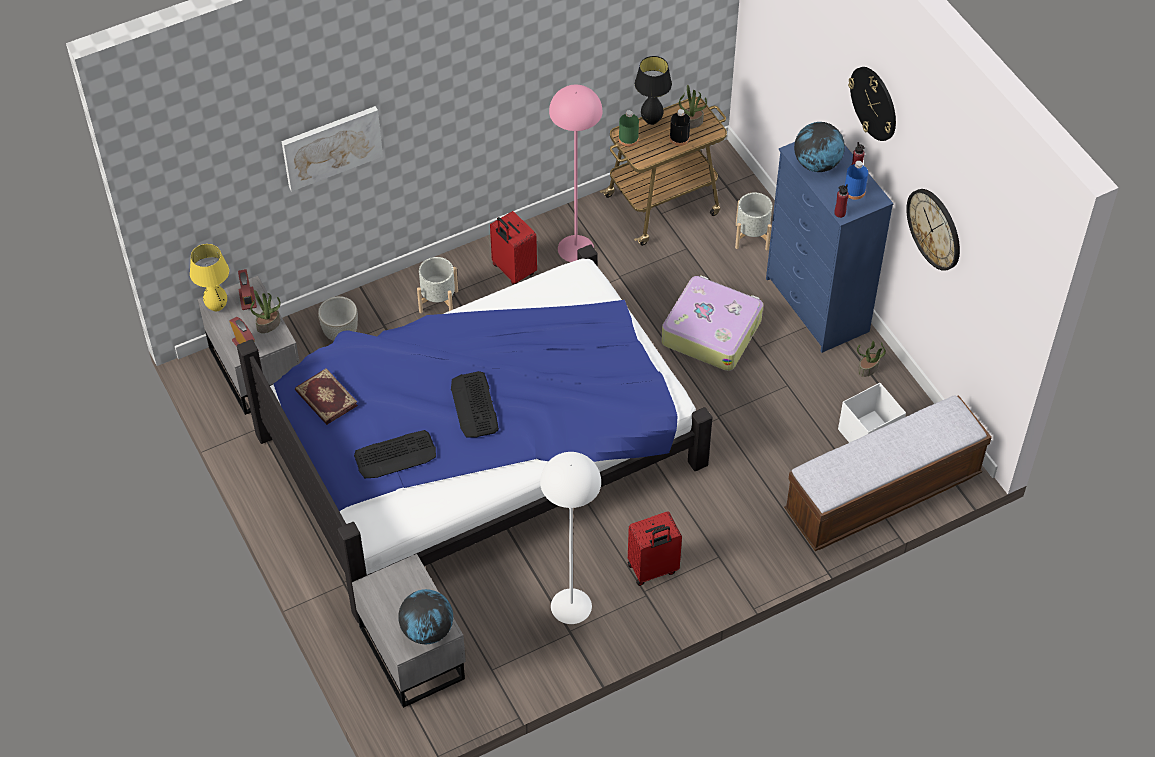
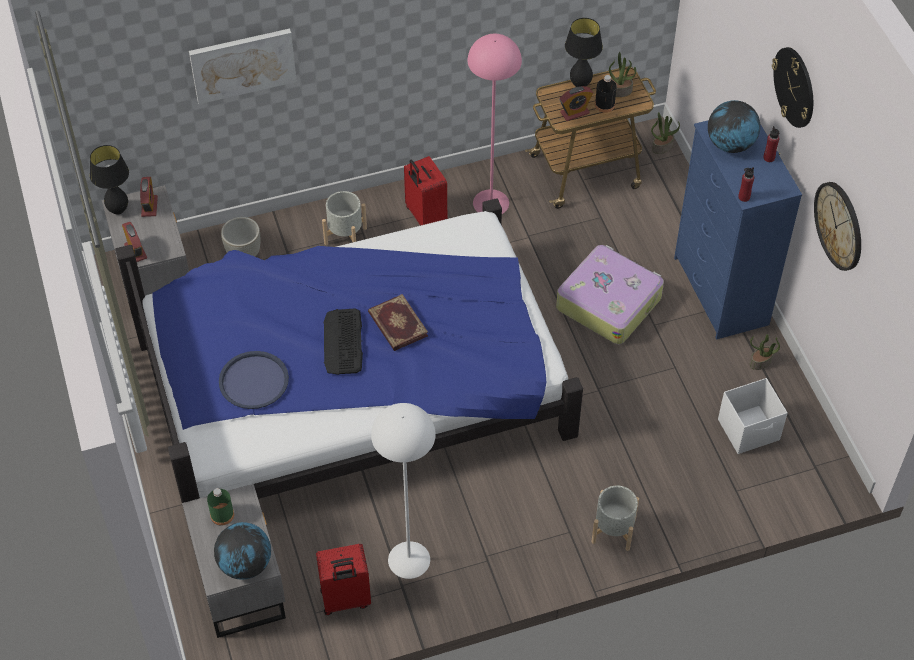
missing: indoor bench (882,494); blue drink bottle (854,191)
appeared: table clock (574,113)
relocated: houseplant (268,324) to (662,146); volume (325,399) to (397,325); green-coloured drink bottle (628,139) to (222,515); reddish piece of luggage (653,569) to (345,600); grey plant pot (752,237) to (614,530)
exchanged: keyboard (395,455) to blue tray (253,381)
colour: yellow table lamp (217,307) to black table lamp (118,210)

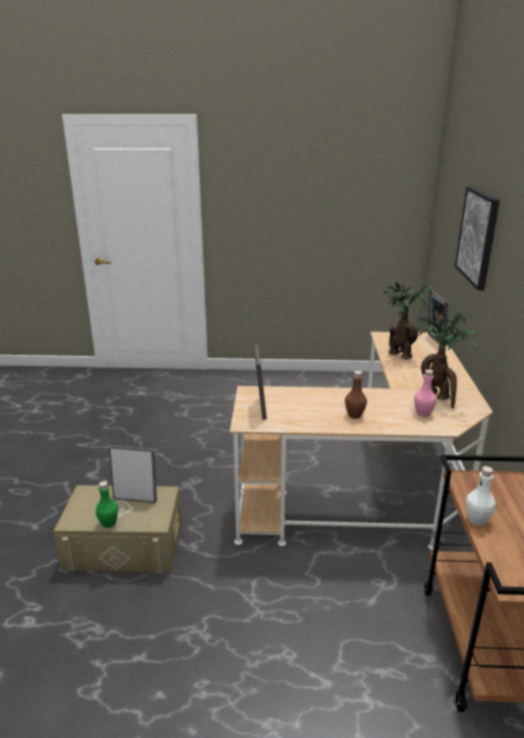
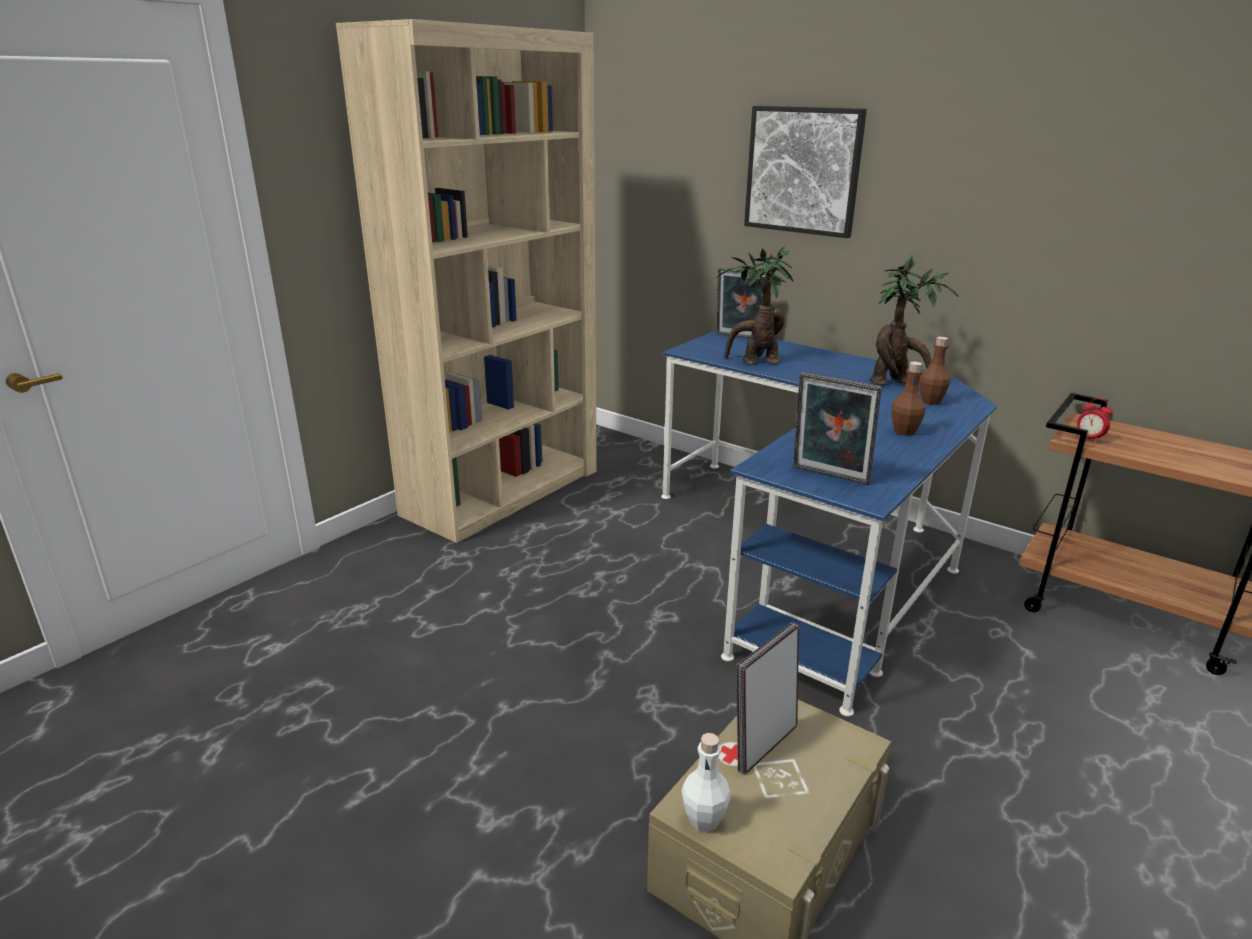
missing: green-coloured drink bottle (108,523)
appeared: beige bookshelf (503,492); table clock (1088,439)
relocated: white-coloured drink bottle (477,520) to (704,820)
colour: beige desk unit (372,489) to blue desk unit (814,556); pinkish drink bottle (423,413) to brown-coloured drink bottle (931,401)

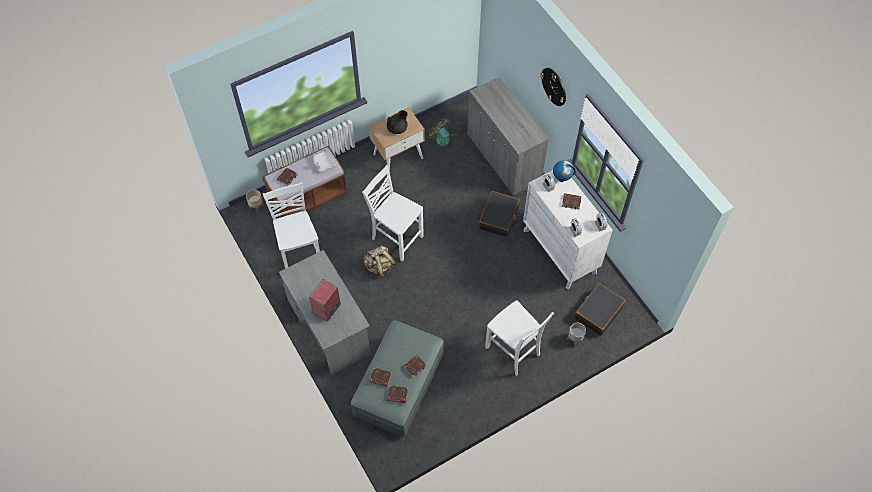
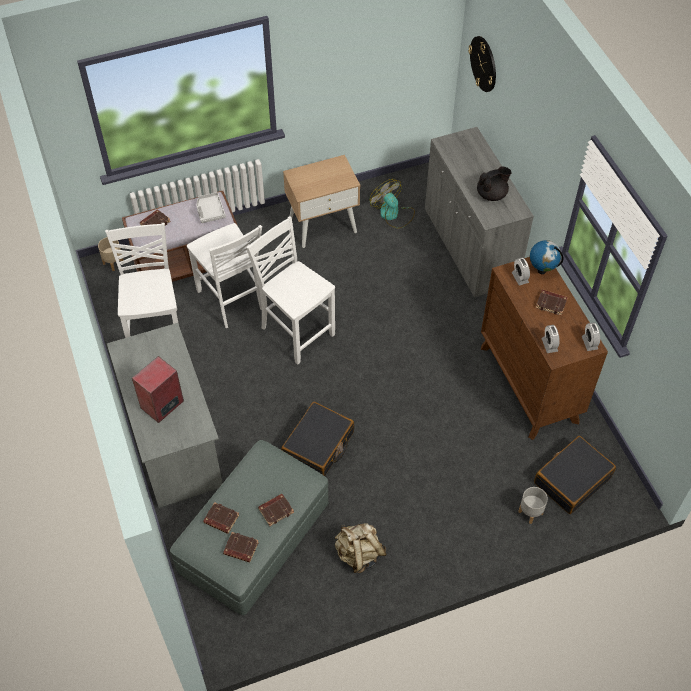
relocated: beige rucksack (379,267) to (359,554); black teapot (397,128) to (492,194); black piece of luggage (499,218) to (318,445); white-coloured chair (513,351) to (232,300); wall clock (554,86) to (483,64)
colour: white-coloured chest of drawers (560,251) to brown-coloured chest of drawers (529,384)

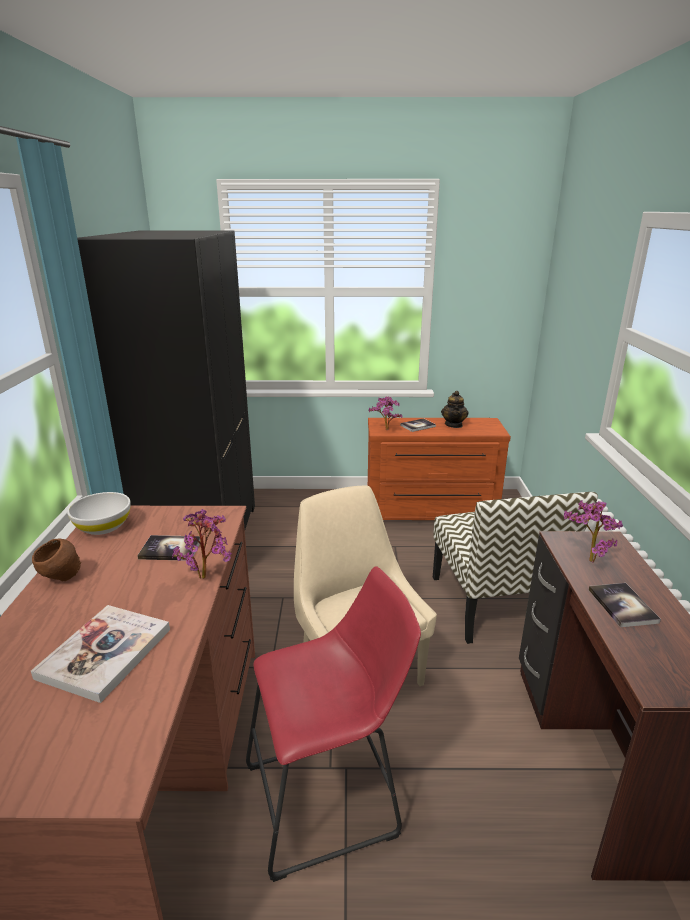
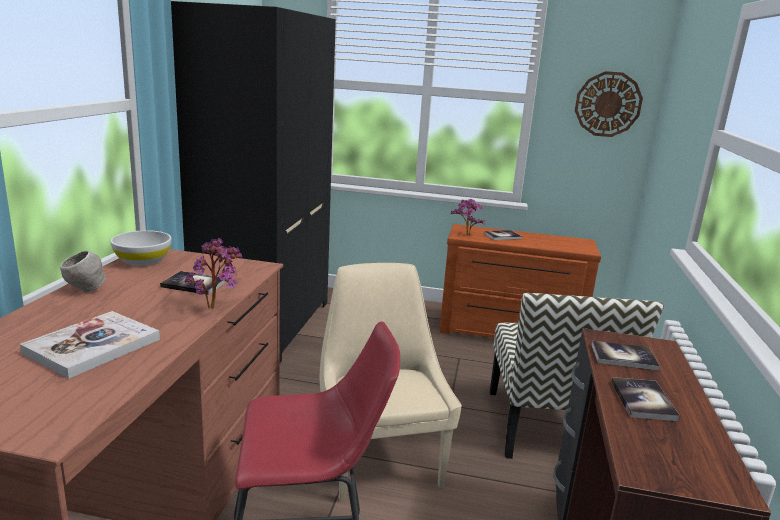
missing: teapot (454,425)
appeared: wall clock (608,104)
exchanged: houseplant (587,559) to volume (623,357)
colour: brown-coloured serving bowl (61,578) to grey serving bowl (85,290)

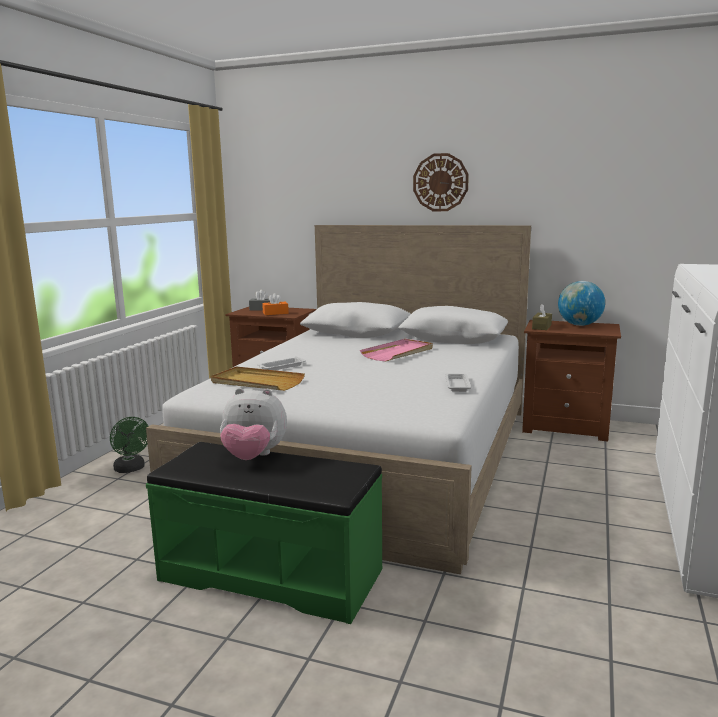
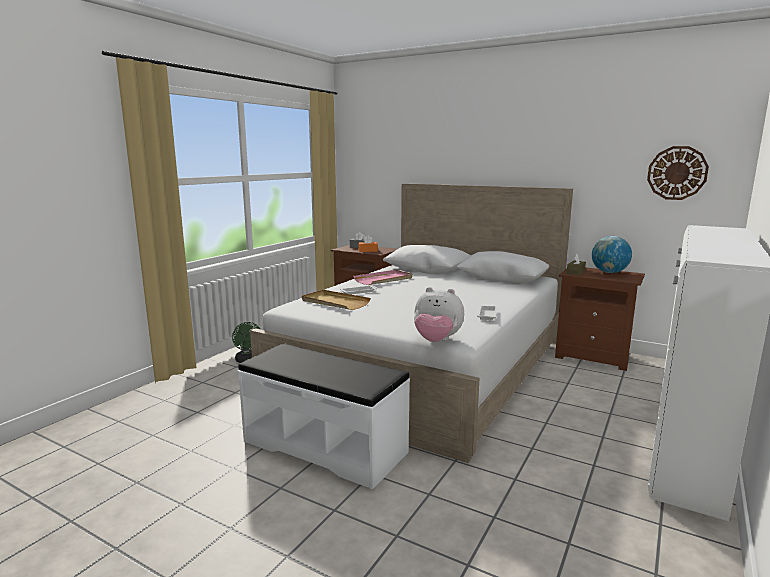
relocated: soft toy (254,457) to (437,341); pinkish tray (398,353) to (384,279); wall clock (440,182) to (677,173)
colour: green-coloured indoor bench (271,574) to white-coloured indoor bench (325,446)

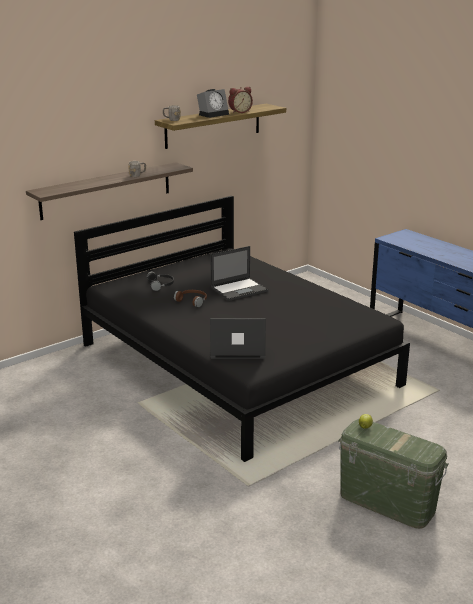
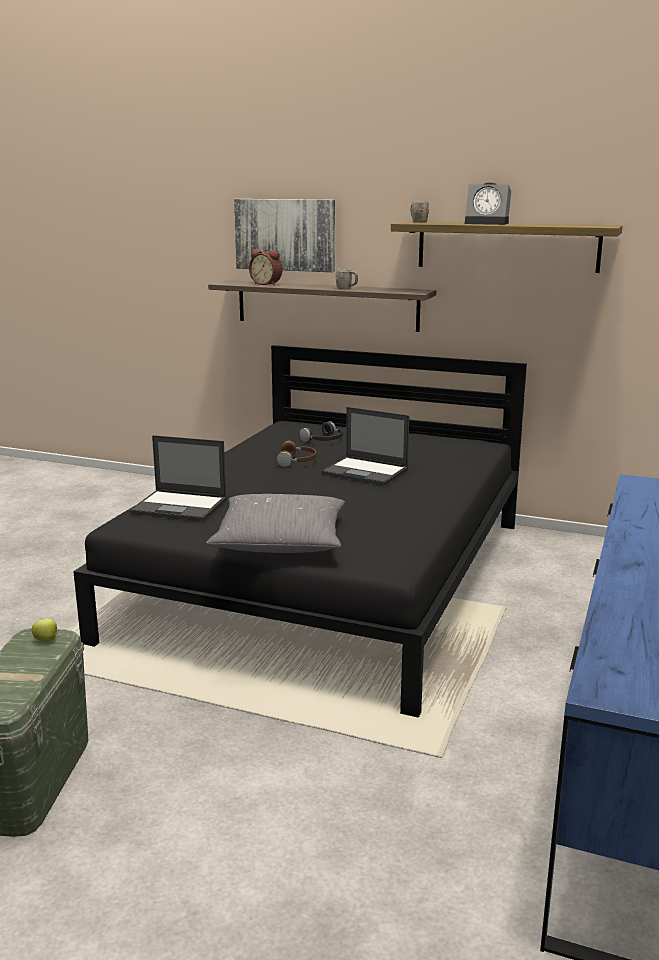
appeared: grey cushion (280,541); wall art (285,235)
relocated: table clock (239,112) to (267,284)
spun: notebook computer (237,349) = (180,506) 135 degrees clockwise

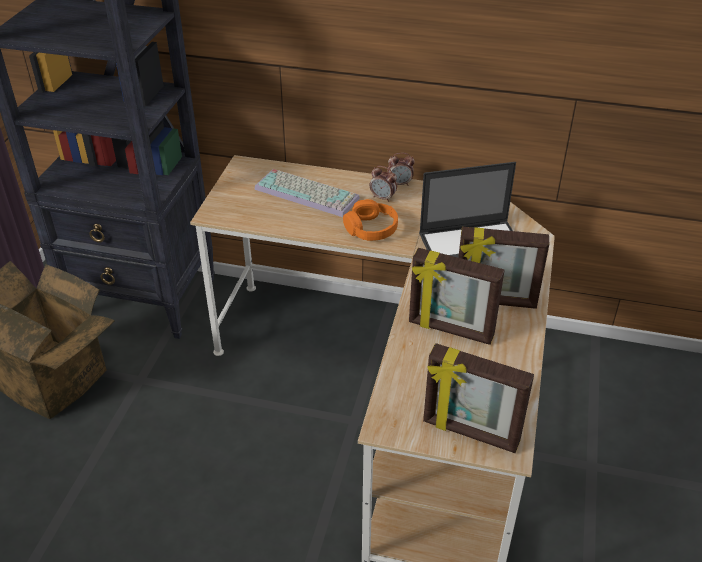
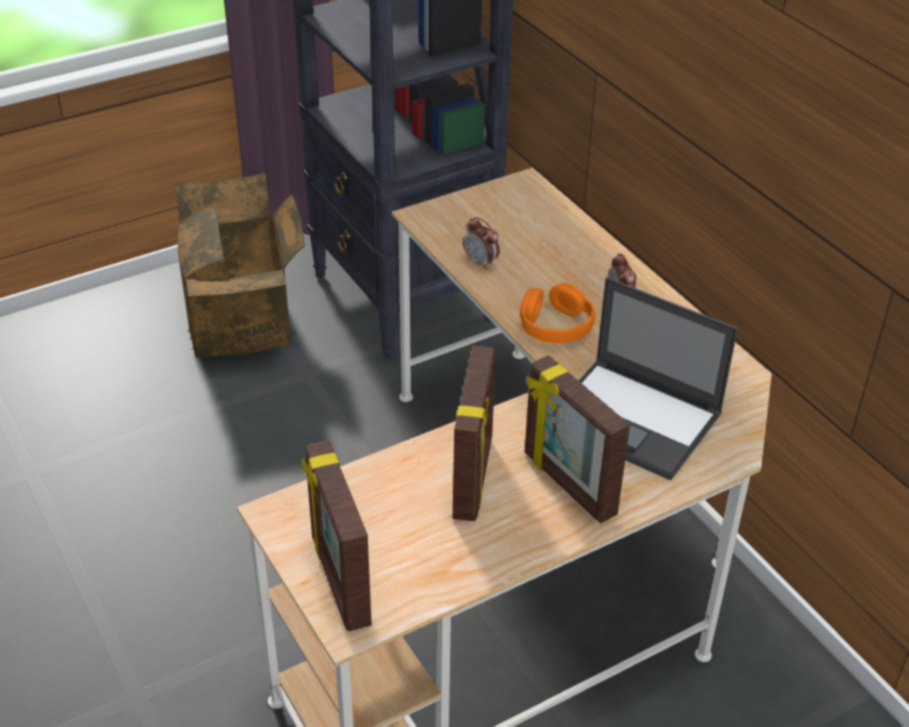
missing: keyboard (308,193)
relocated: table clock (400,183) to (480,263)
spun: photo frame (450,330) = (474,478) 150 degrees counterclockwise

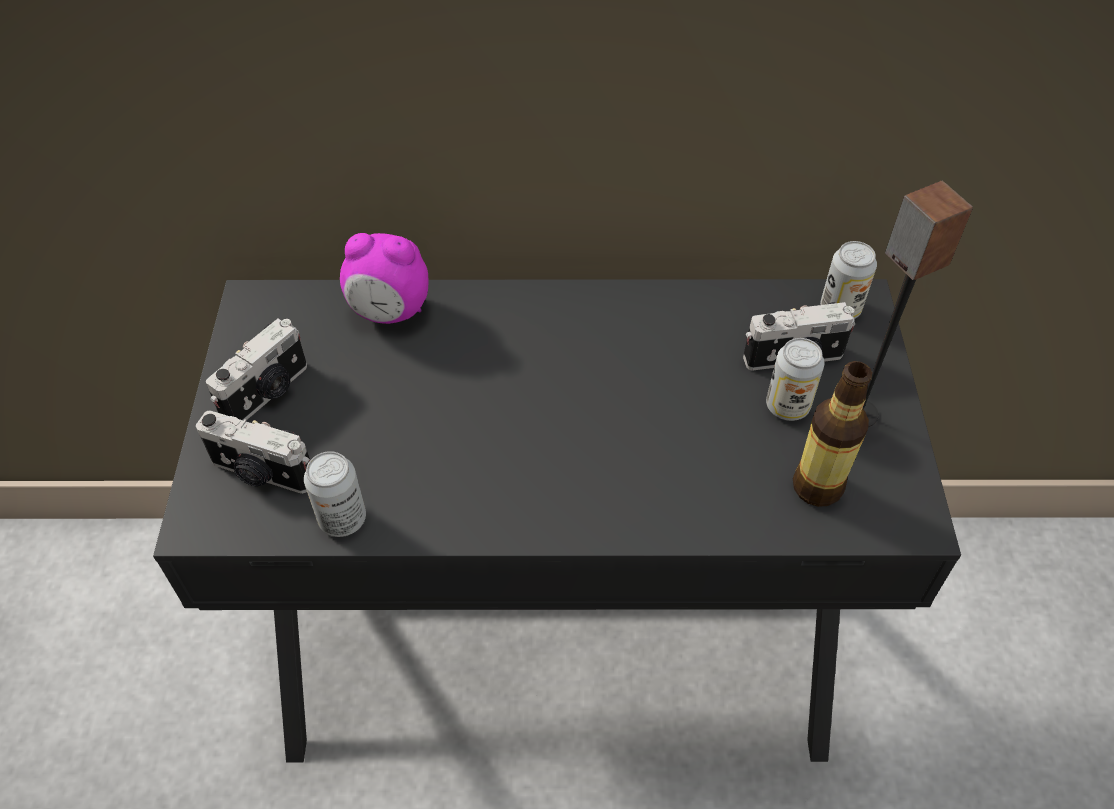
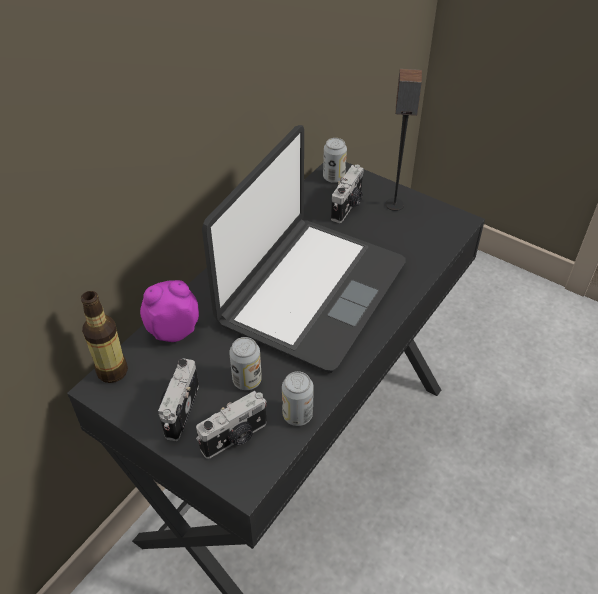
appeared: notebook computer (310,292)
relocated: sealed can (787,406) to (247,380); drink bottle (817,486) to (112,371)
spun: photo camera (268,393) = (179,410) 150 degrees counterclockwise; table clock (390,311) = (173,330) 150 degrees counterclockwise

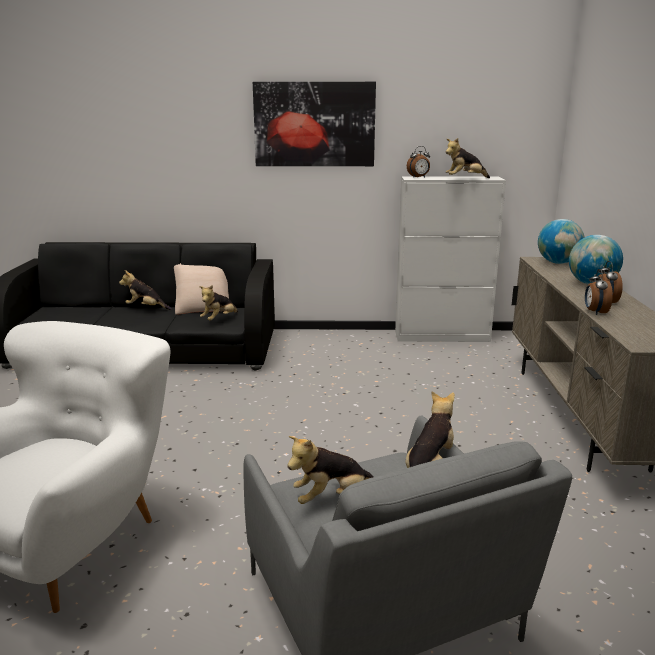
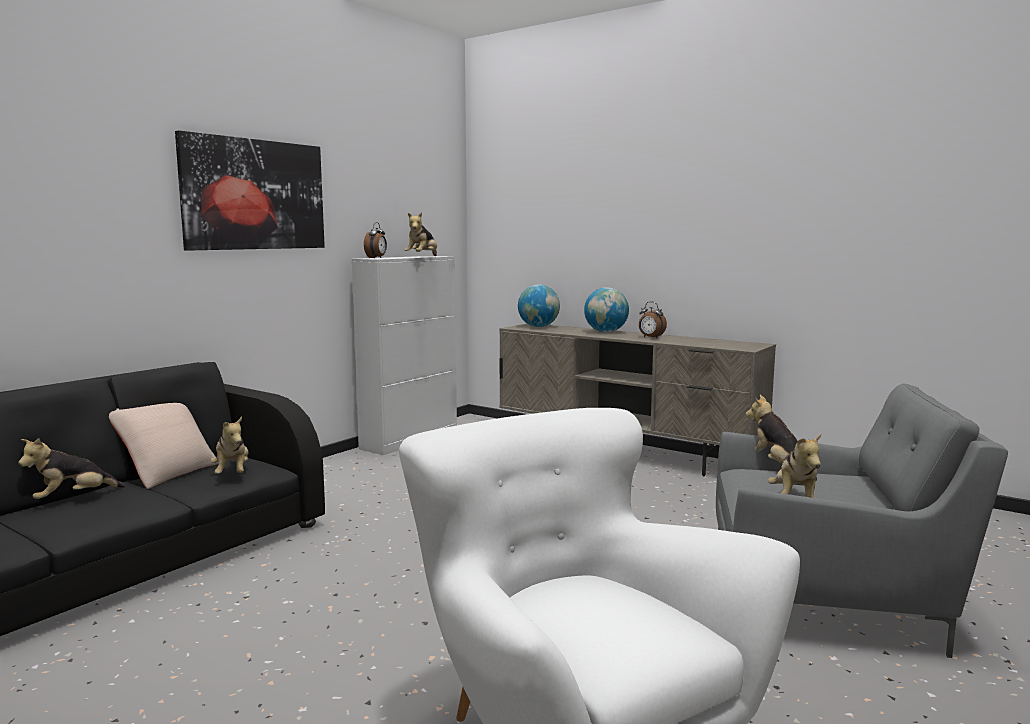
missing: table clock (595,312)

